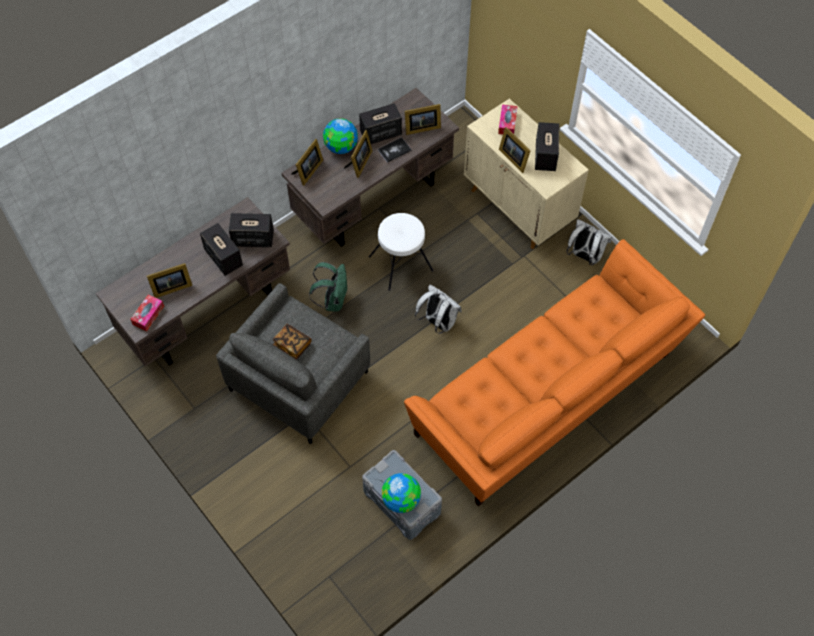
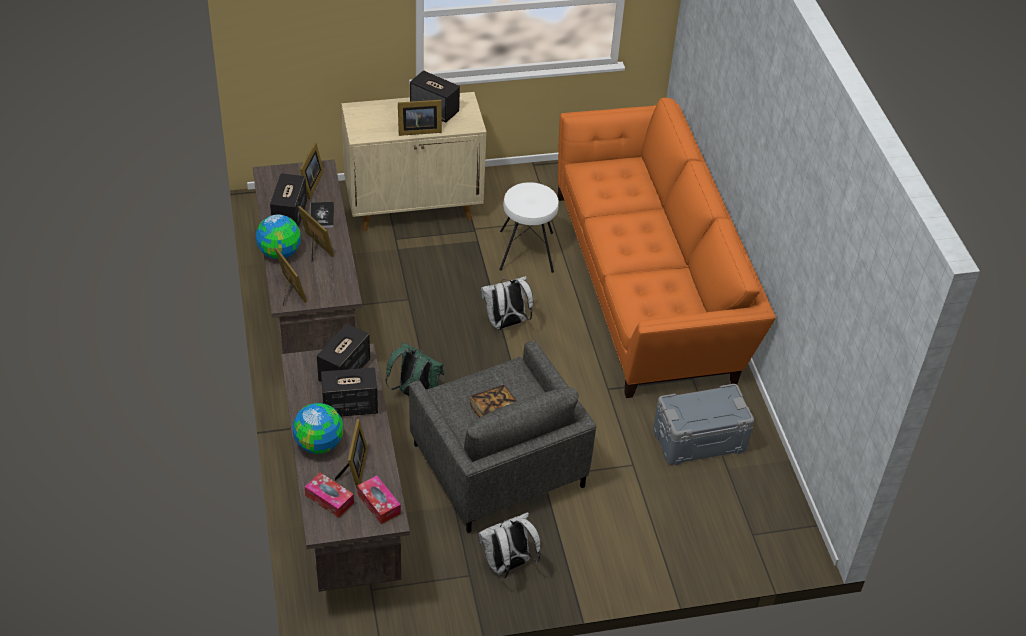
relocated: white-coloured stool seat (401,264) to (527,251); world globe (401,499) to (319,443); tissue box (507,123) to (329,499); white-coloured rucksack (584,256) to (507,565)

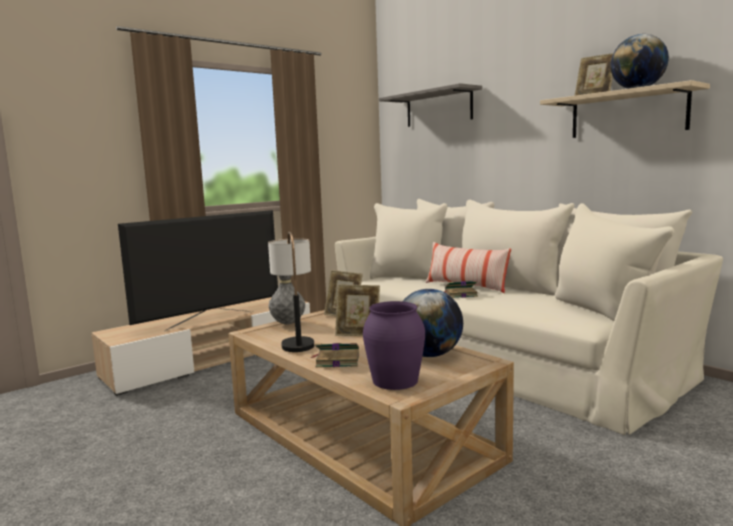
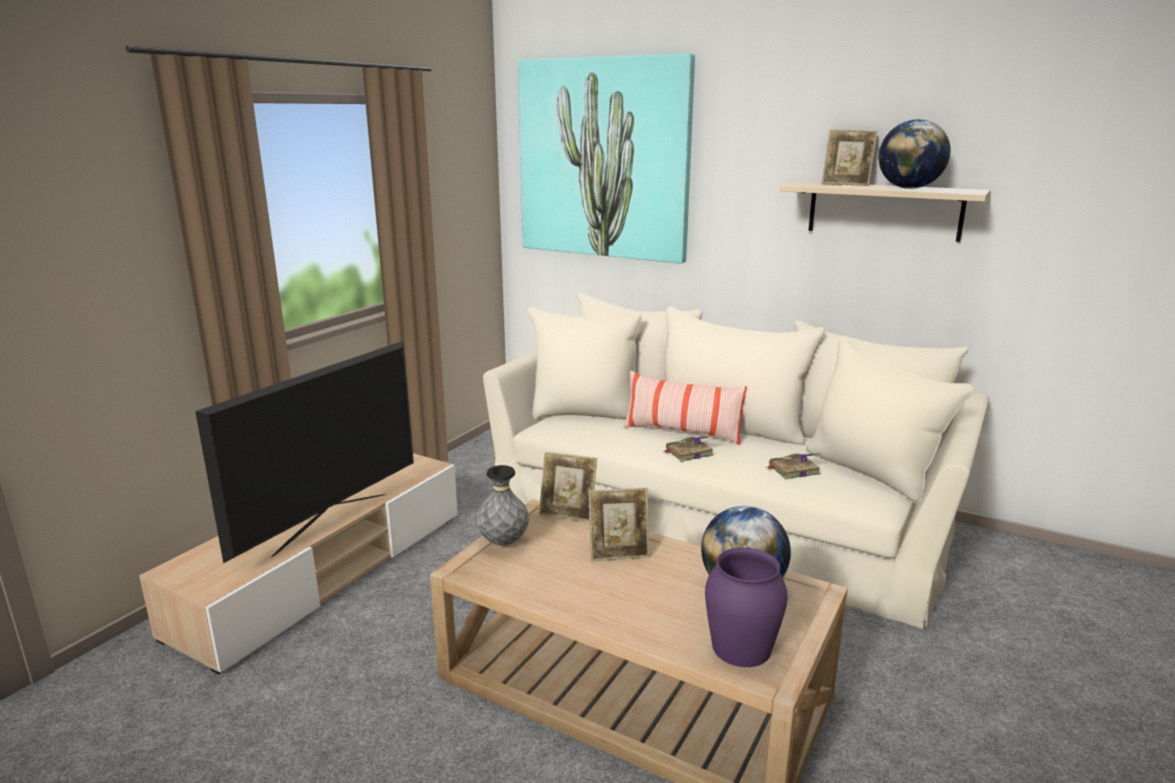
missing: table lamp (296,340)
relocated: volume (336,361) to (793,470)
exchanged: grey wall shelf (438,108) to wall art (604,159)

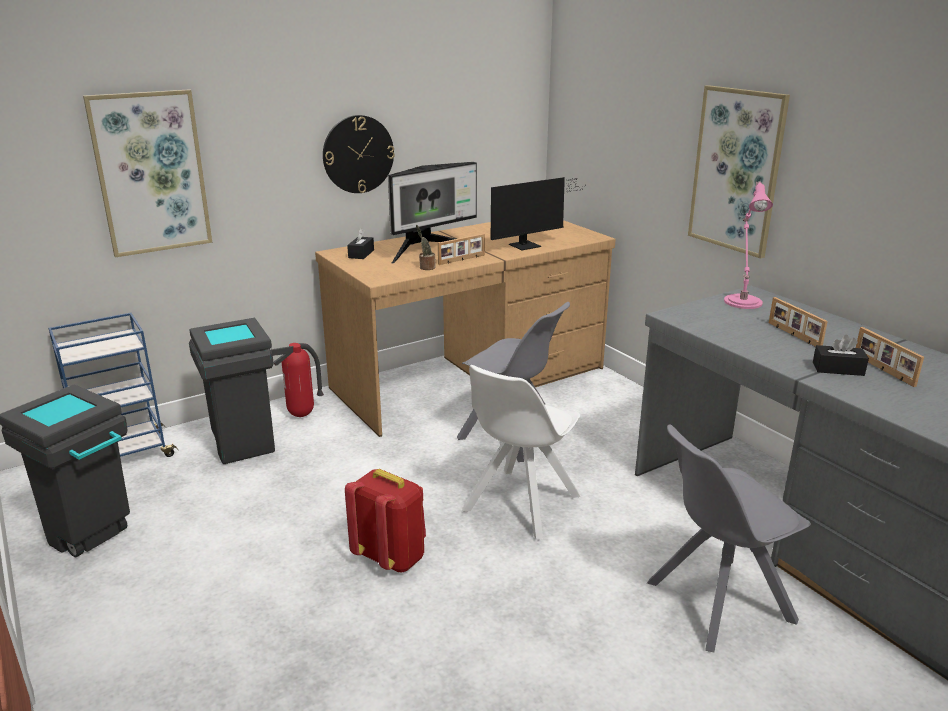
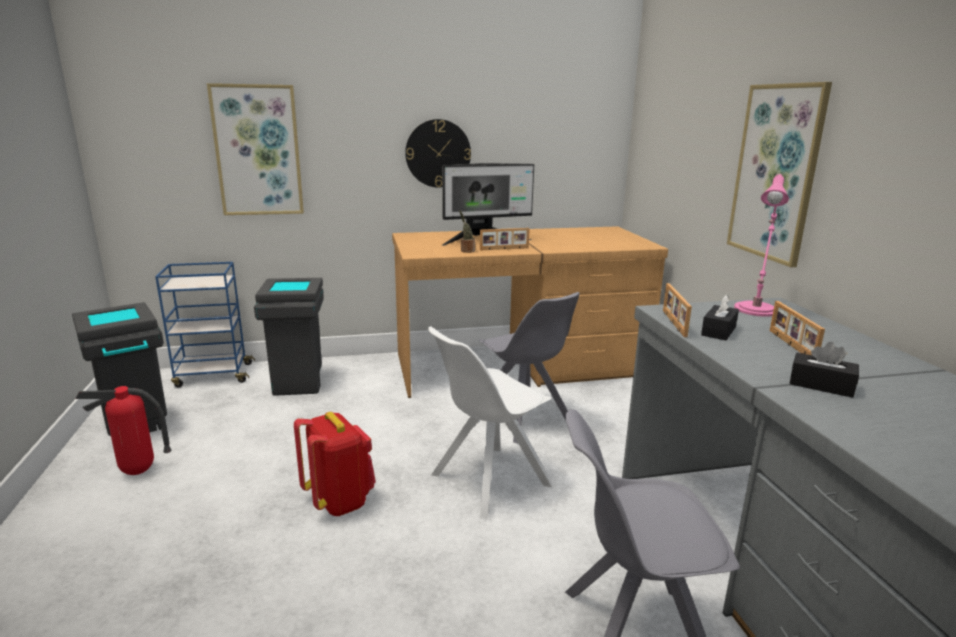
missing: computer screen (529,245)
relocated: extinguisher (301,415) to (138,472); black tissue box (361,254) to (718,331); photo frame (882,370) to (673,323)

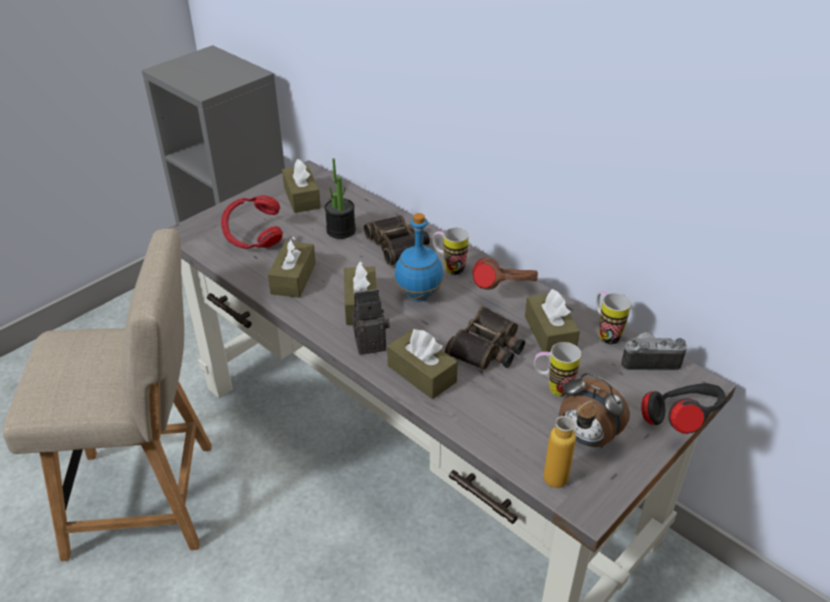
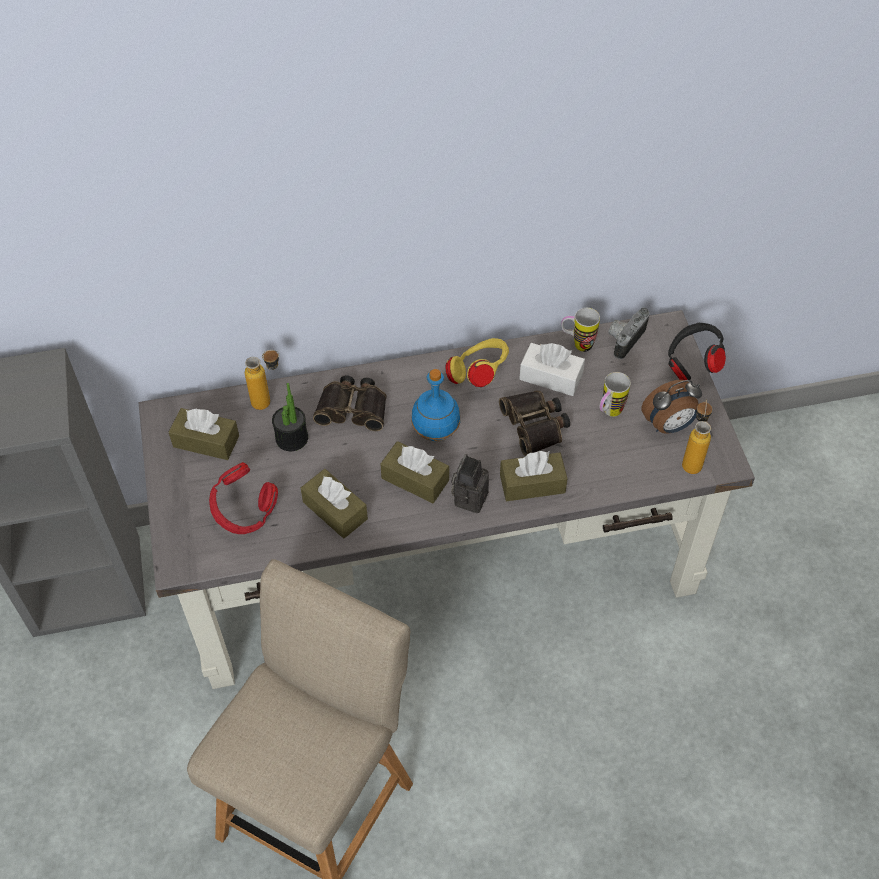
missing: mug (449,268)
appeared: drink bottle (269,401)
colour: brown-coloured pair of headphones (503,292) to yellow pair of headphones (479,374); brown-coloured tissue box (549,333) to white-coloured tissue box (551,377)

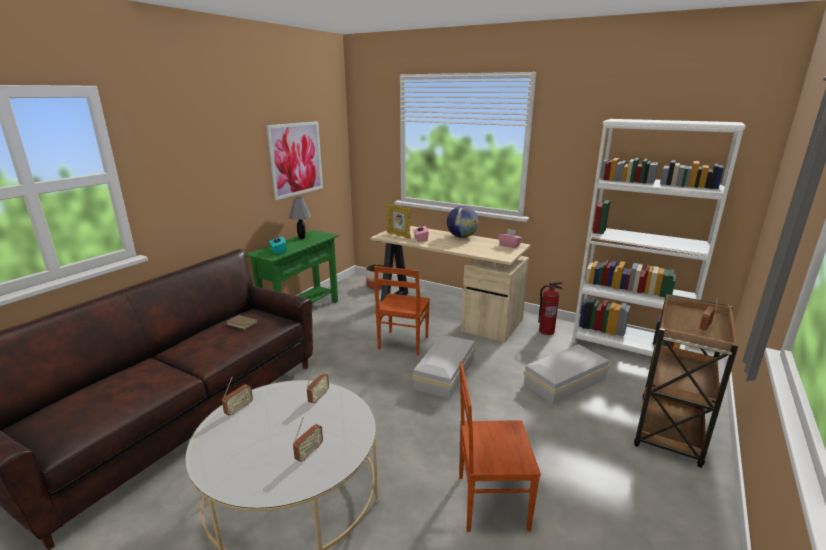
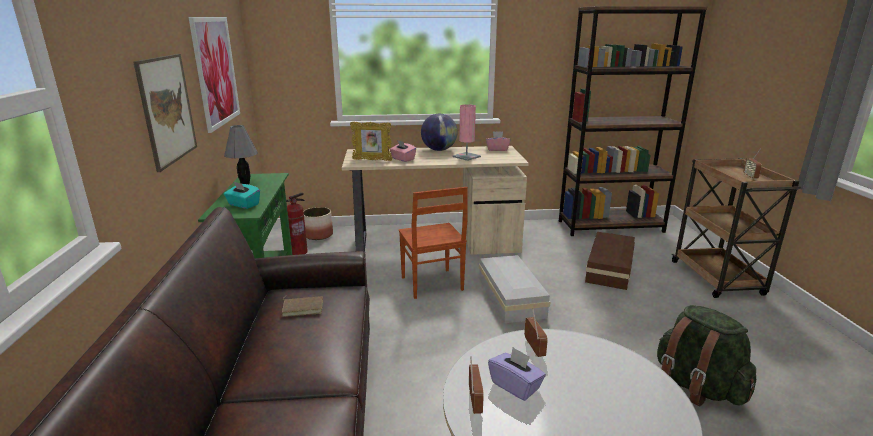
missing: radio set (309,452)
appeared: wall art (167,109); pinkish table lamp (466,157); purple tissue box (515,386)
relocated: extinguisher (546,331) to (298,252)
exchanged: brown-coloured chair (490,501) to green-coloured rucksack (696,387)
colour: white-coloured storage box (566,381) to brown-coloured storage box (610,268); white-coloured bookshelf (627,346) to brown-coloured bookshelf (610,226)

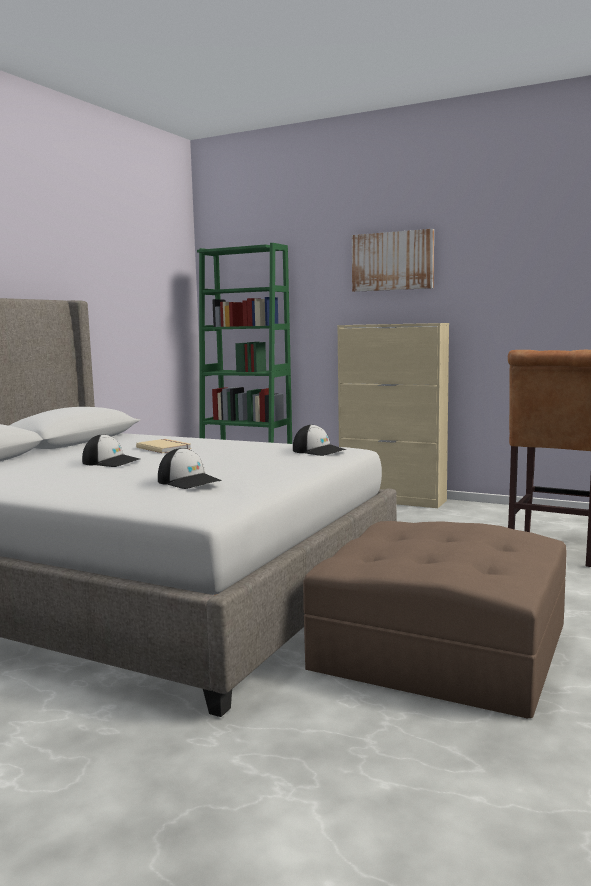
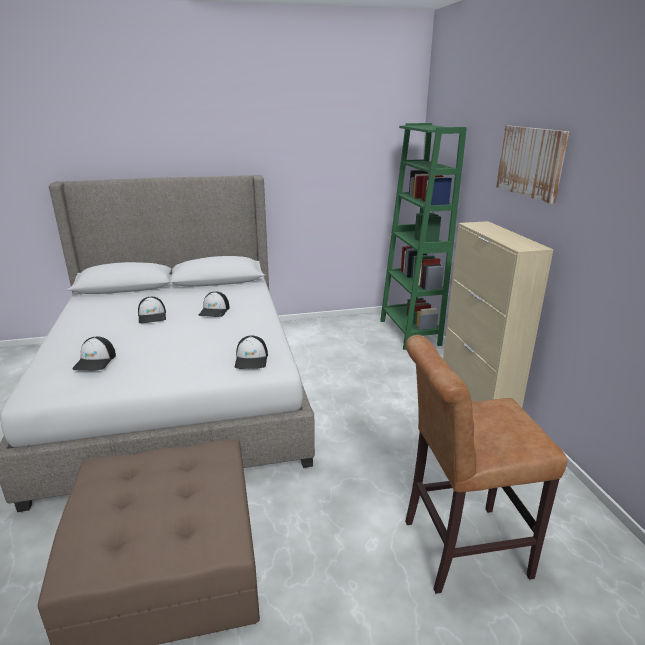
exchanged: beige volume (165,448) to peaked cap (214,311)

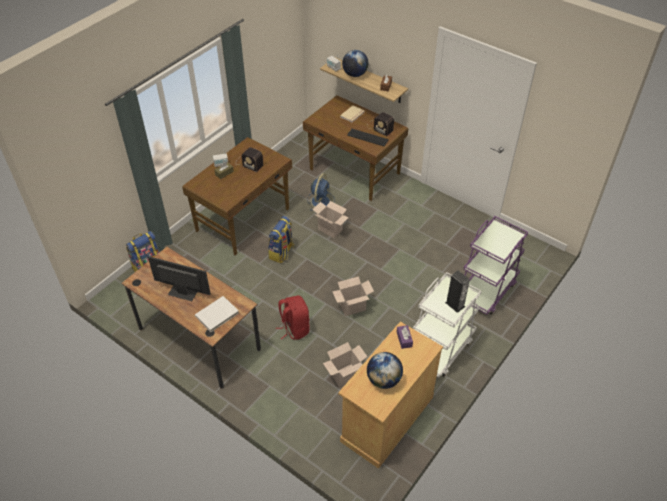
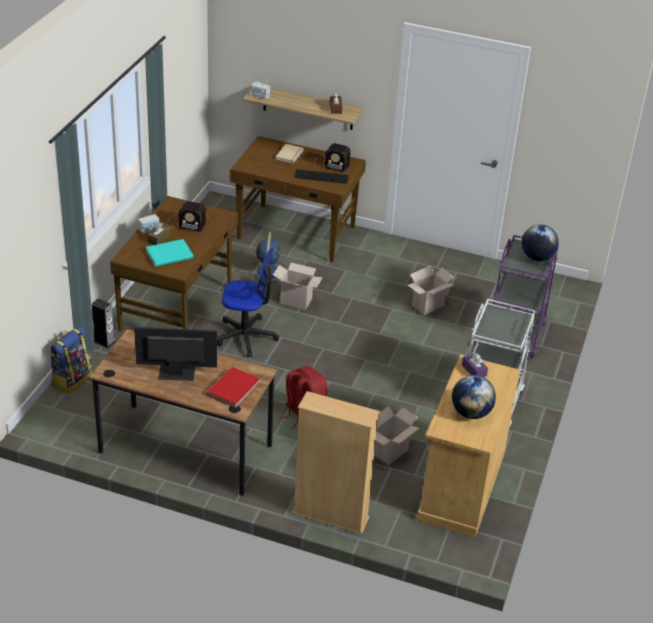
appeared: turquoise volume (169,254); beige bookshelf (330,515)
relocated: packing box (352,308) to (427,306); world globe (355,74) to (537,257); speaker (455,304) to (104,341)
exchanged: rucksack (282,253) to computer chair (246,336)
colour: white-coloured volume (217,315) to reddish volume (234,389)

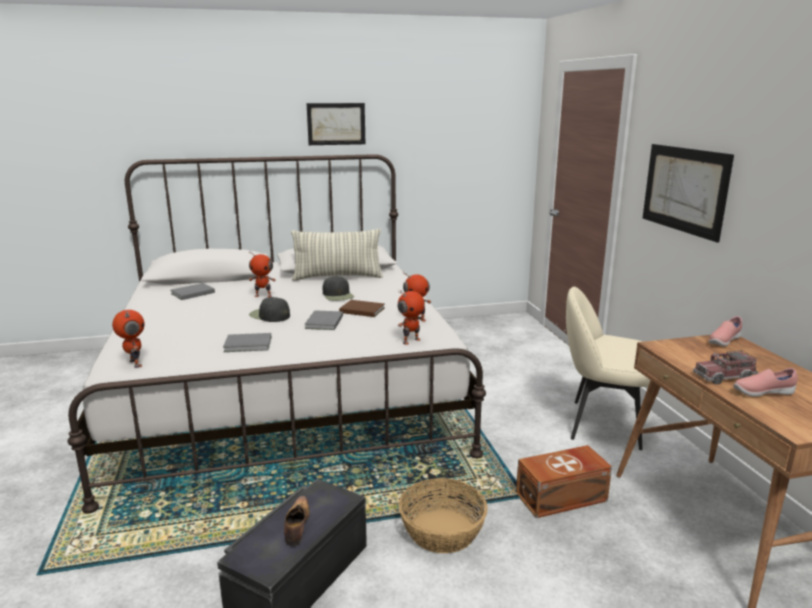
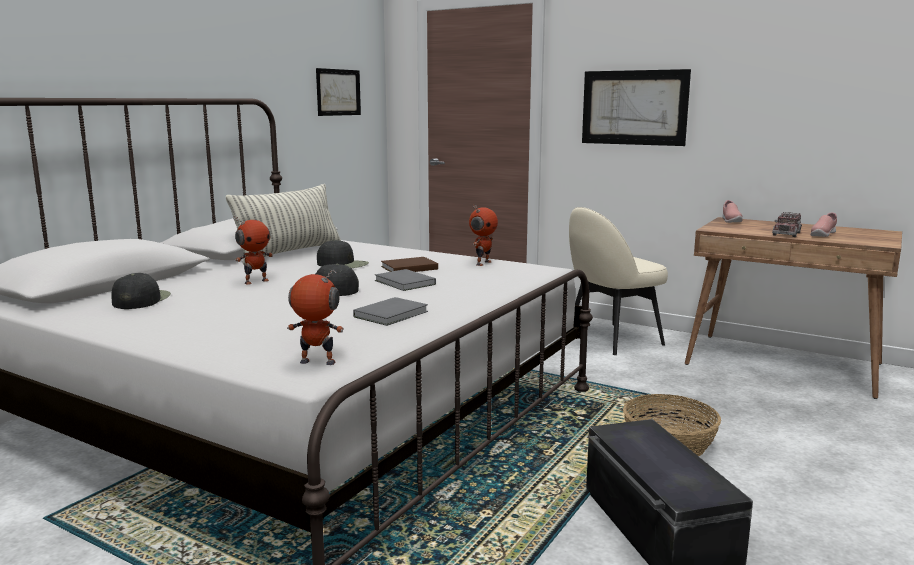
missing: item of footwear (297,525); toy robot (410,341); brown-coloured storage box (563,497)
relocated: wall art (336,124) to (338,92)
exchanged: grey volume (191,293) to black peaked cap (141,300)

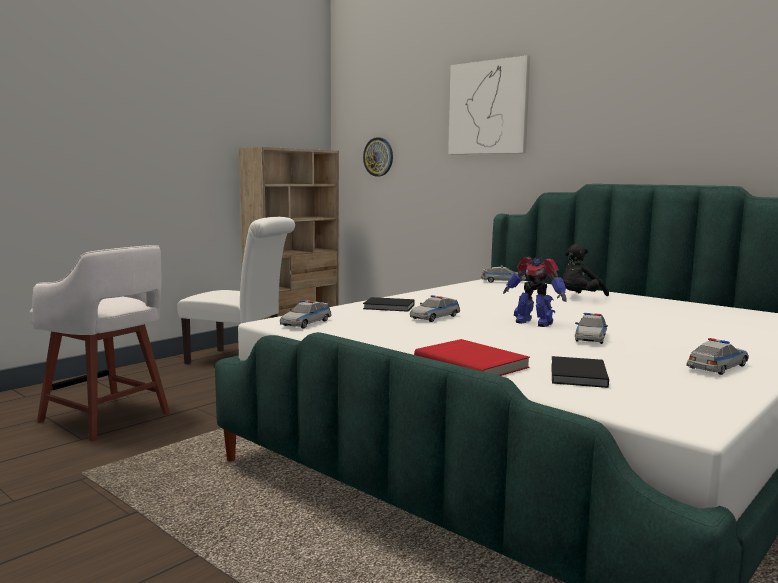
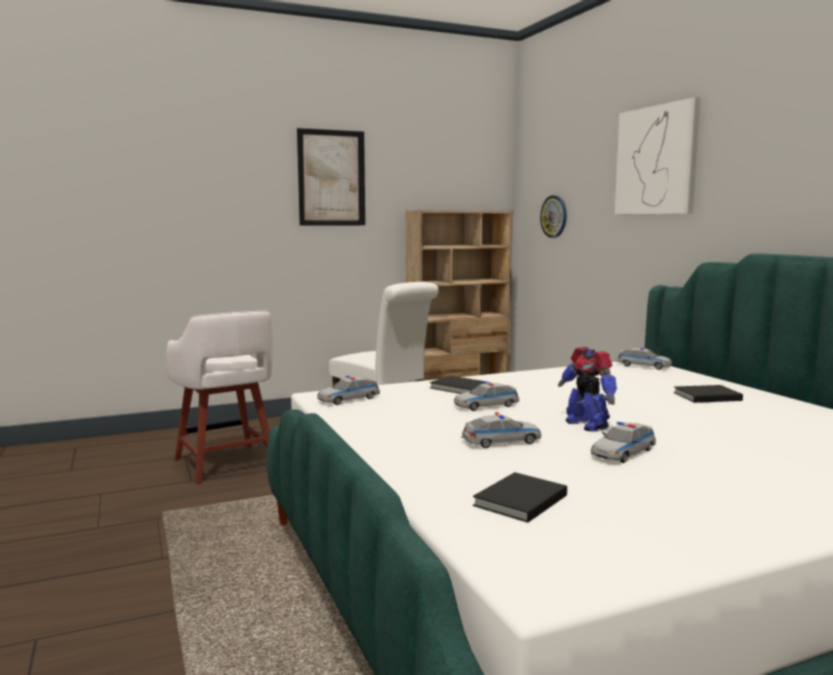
missing: reddish volume (472,363)
appeared: wall art (331,178)
relocated: miniature car (717,367) to (501,441)
exchanged: black soft toy (580,298) to black volume (705,396)

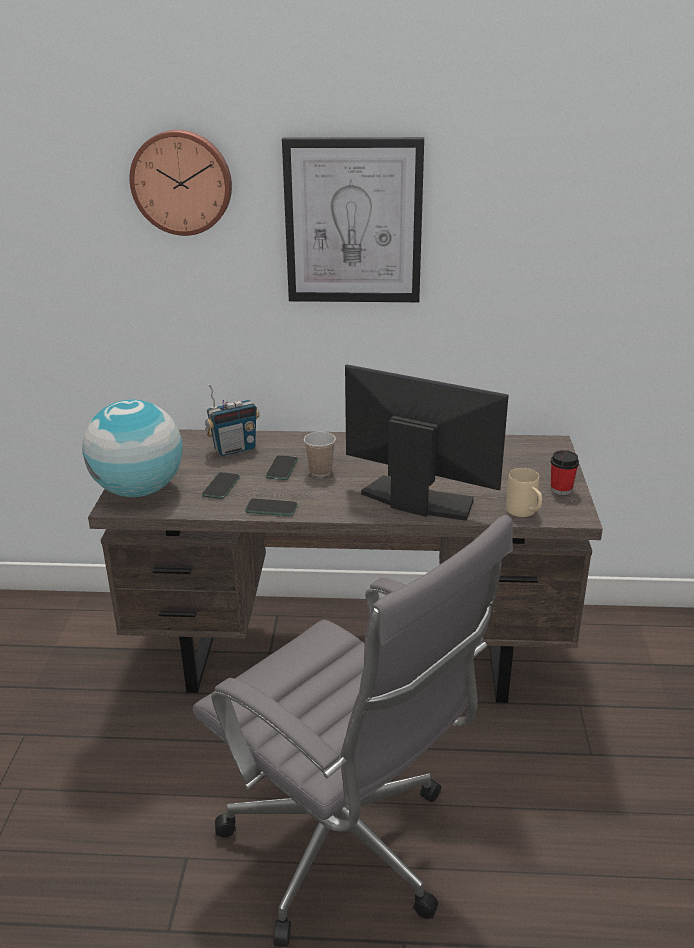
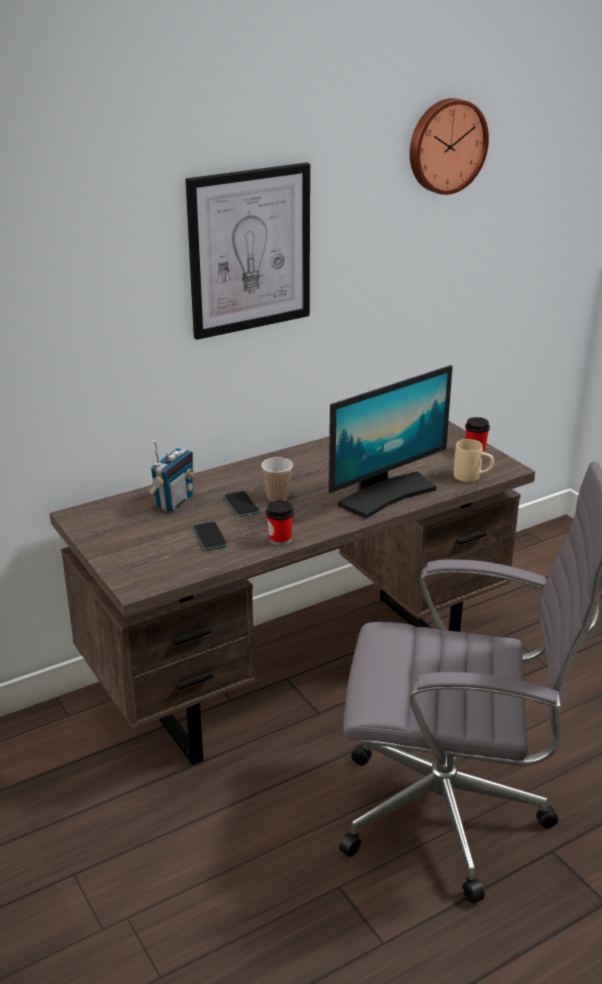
missing: world globe (139,490)
relocated: wall clock (182,182) to (446,146)
exchanged: telephone (271,508) to small cup (280,540)
spun: computer screen (417,501) = (386,494) 150 degrees clockwise

